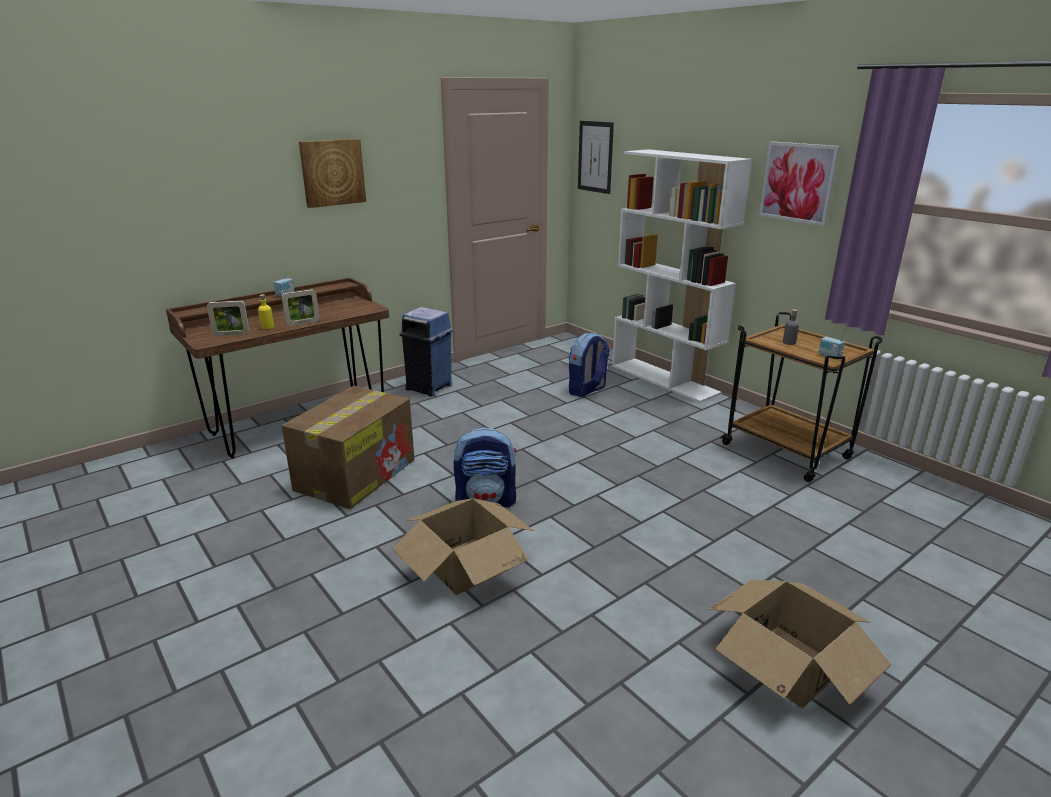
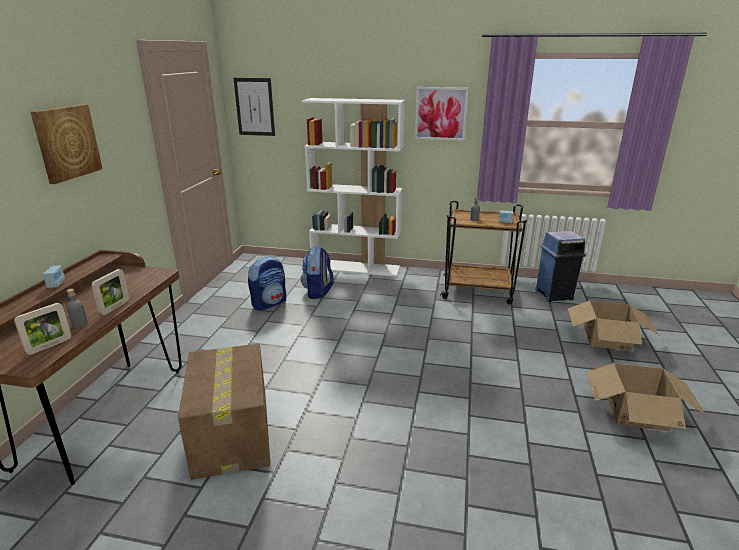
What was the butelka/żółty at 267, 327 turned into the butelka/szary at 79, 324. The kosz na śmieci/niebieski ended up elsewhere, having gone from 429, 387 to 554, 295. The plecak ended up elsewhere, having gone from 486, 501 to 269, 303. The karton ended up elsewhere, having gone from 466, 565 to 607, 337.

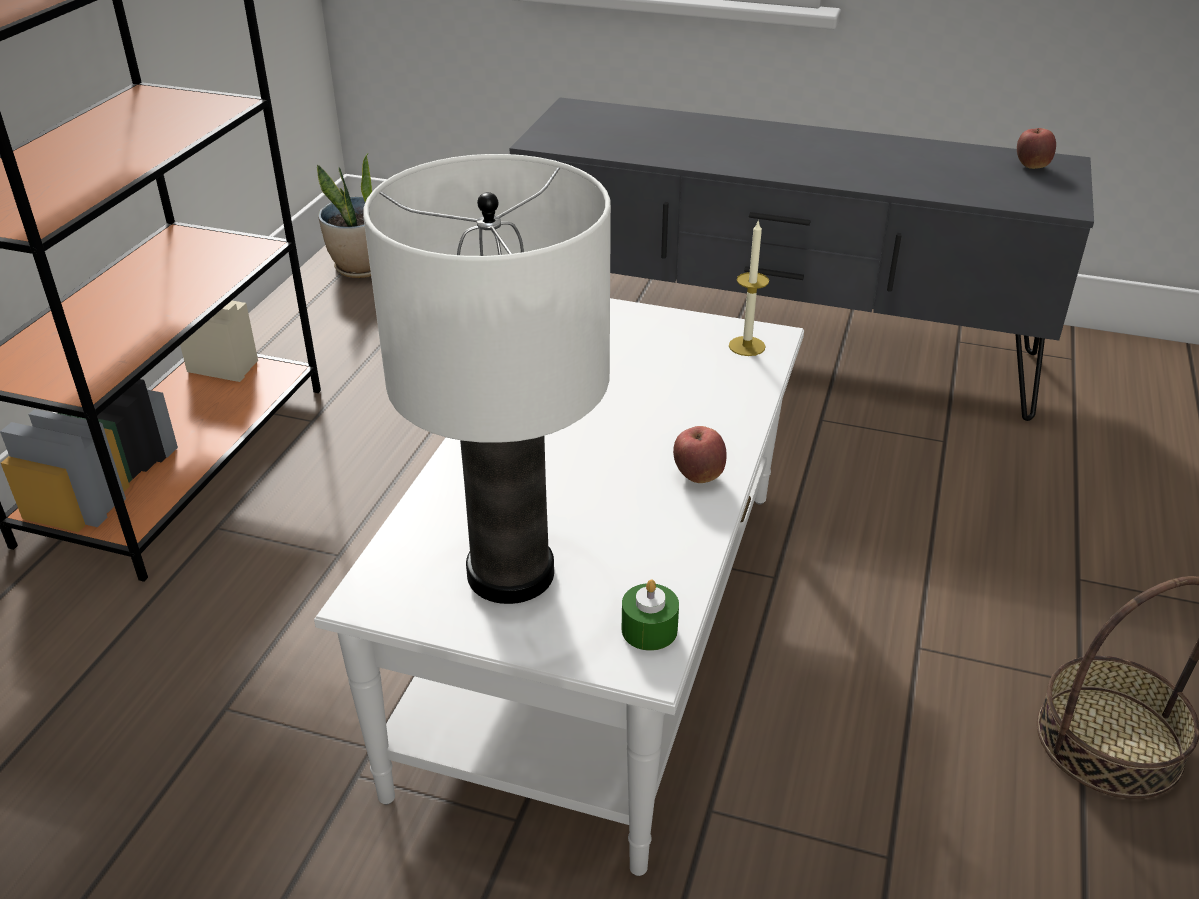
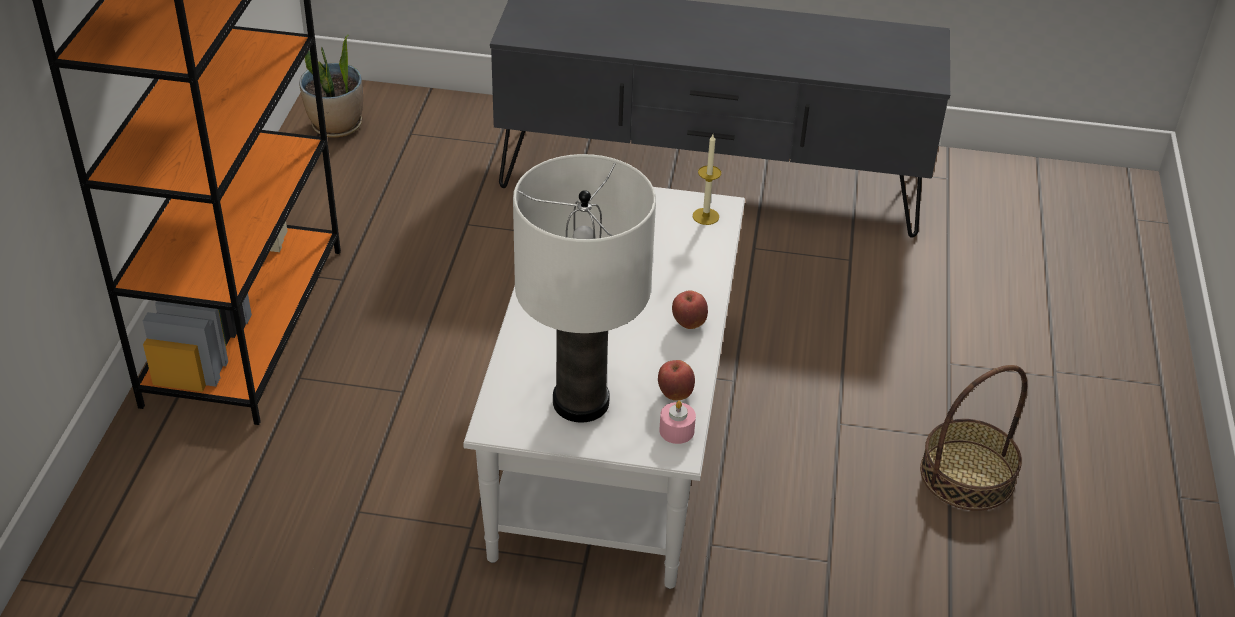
The jabłko ended up elsewhere, having gone from 1031, 166 to 675, 394. What was the świeca/zielony at 649, 629 turned into the świeca/różowy at 676, 431.

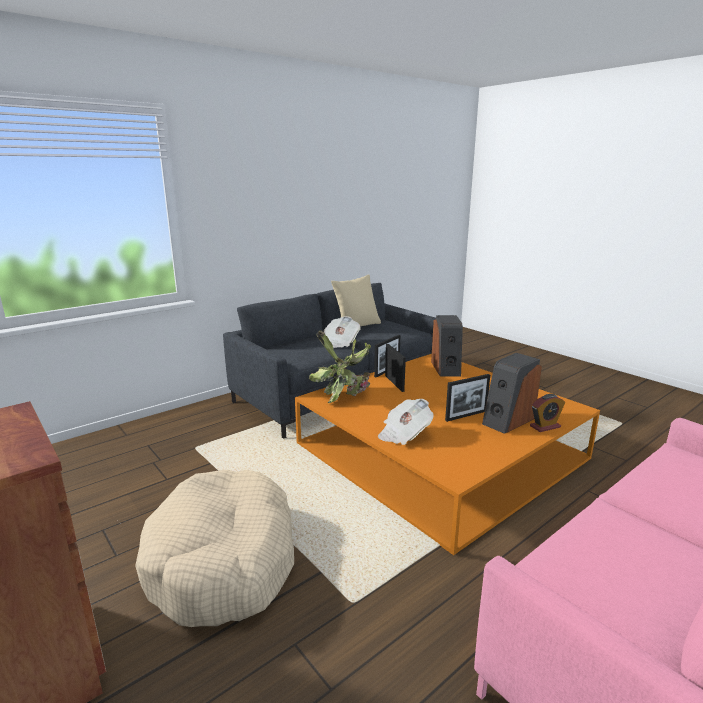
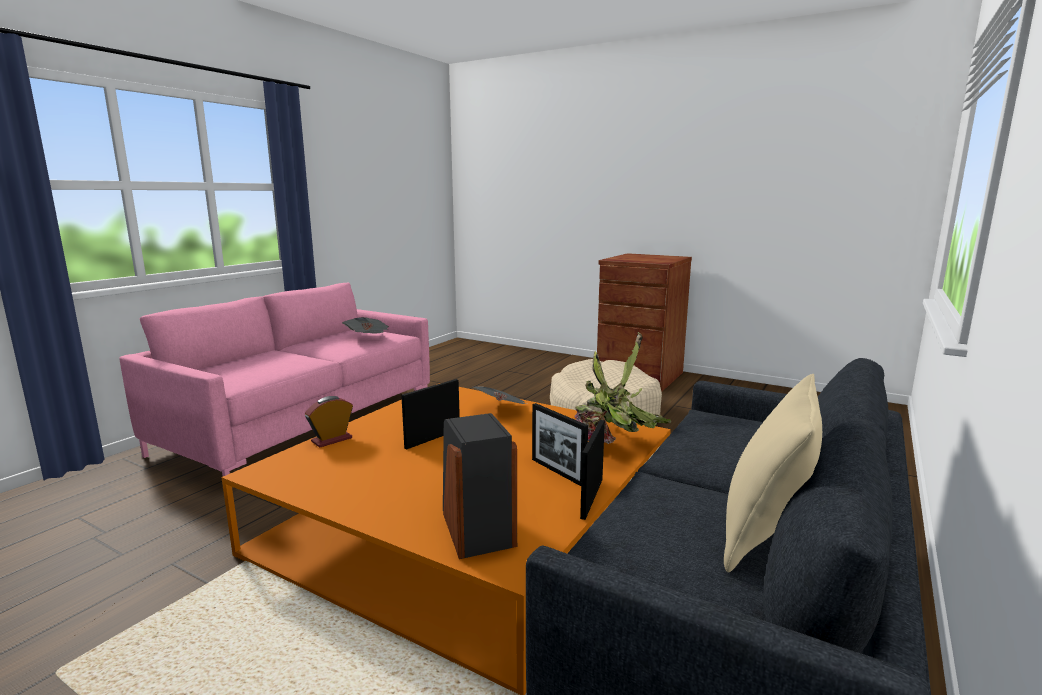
The gazeta ended up elsewhere, having gone from 340, 343 to 368, 338. The second view lost the głośnik at 507, 420.

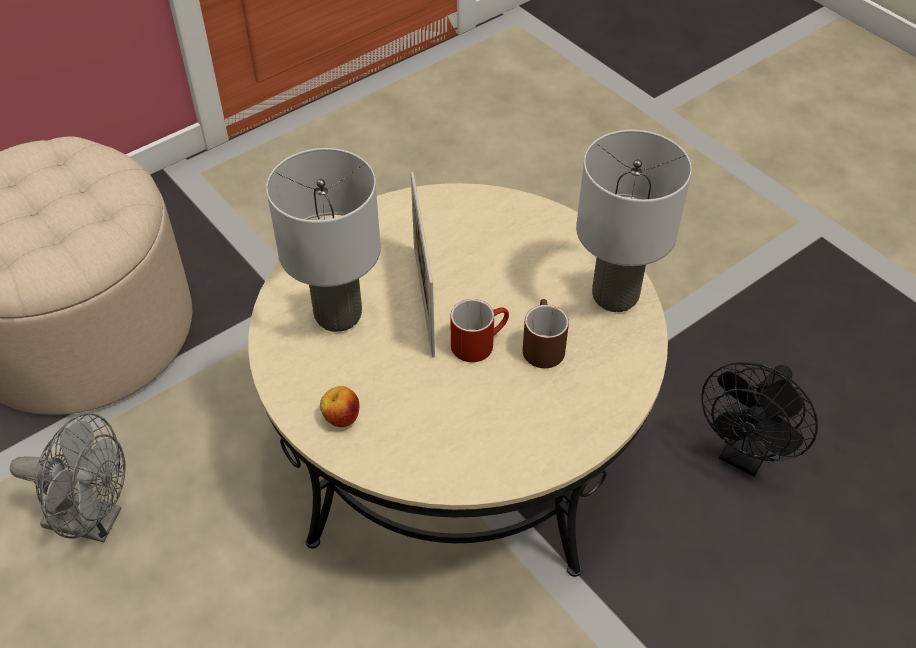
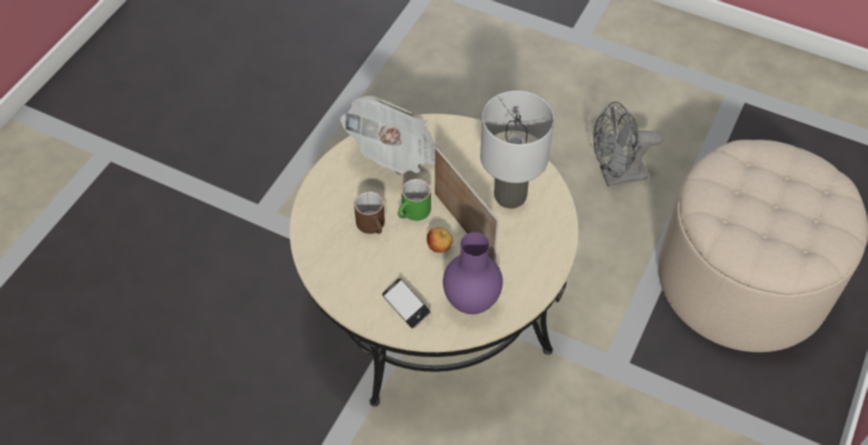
The second view lost the lampa stołowa/biały at 612, 298. What was the kubek/czerwony at 479, 342 turned into the kubek/zielony at 413, 213. The second view lost the wentylator/czarny at 745, 455. The jabłko ended up elsewhere, having gone from 341, 418 to 439, 247. The second view gained the gazeta at 396, 154. The second view gained the wazon/fioletowy at 470, 302. The second view gained the telefon at 406, 305.

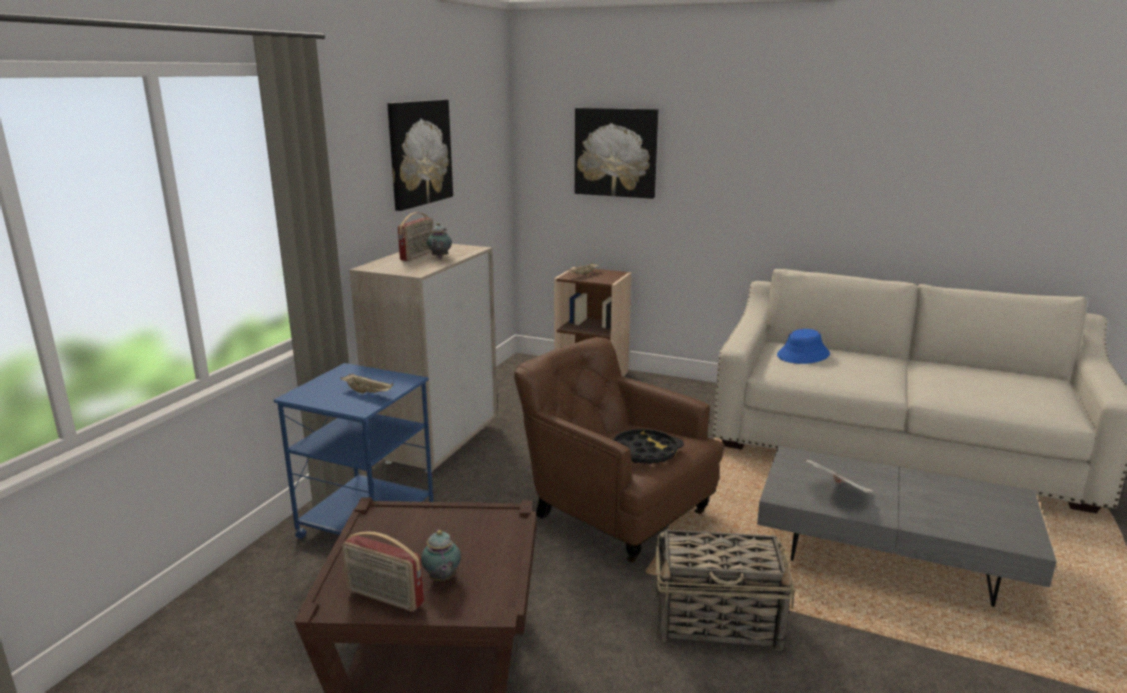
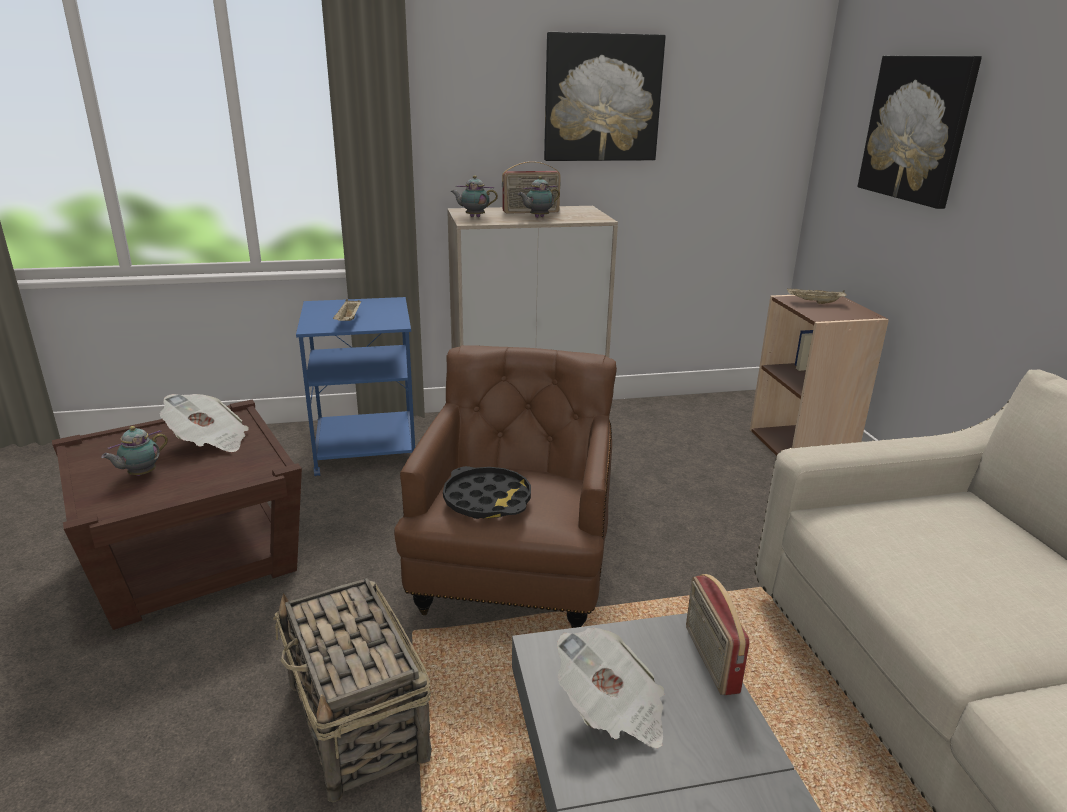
The second view lost the kapelusz/niebieski at 803, 355. The radio ended up elsewhere, having gone from 384, 597 to 710, 659. The second view gained the imbryk at 473, 217. The second view gained the gazeta at 209, 441.

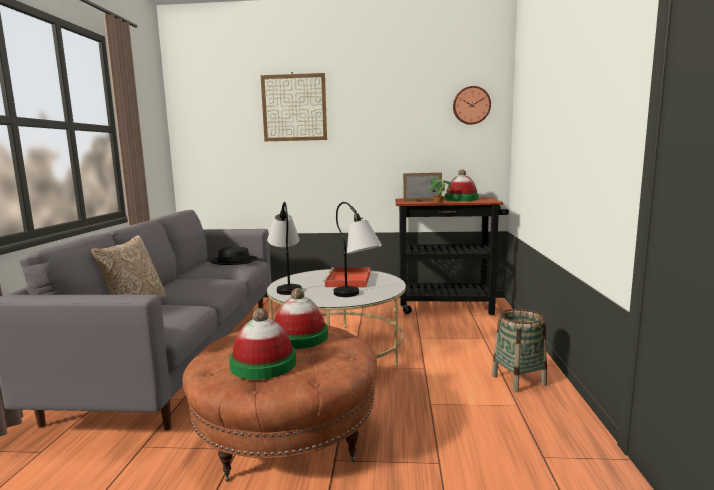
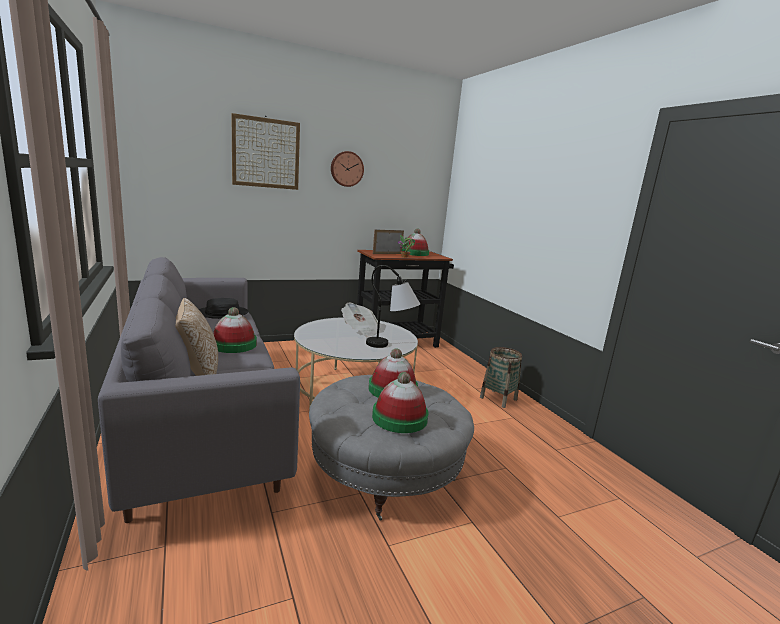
The zegar ścienny ended up elsewhere, having gone from 471, 105 to 346, 169. The second view lost the lampa stołowa at 287, 286. Where the taca/czerwony stood at 348, 280, the gazeta came to stand at 360, 330. What was the pufa/brązowy at 287, 434 turned into the pufa/szary at 386, 471. The second view gained the kapelusz at 233, 344.

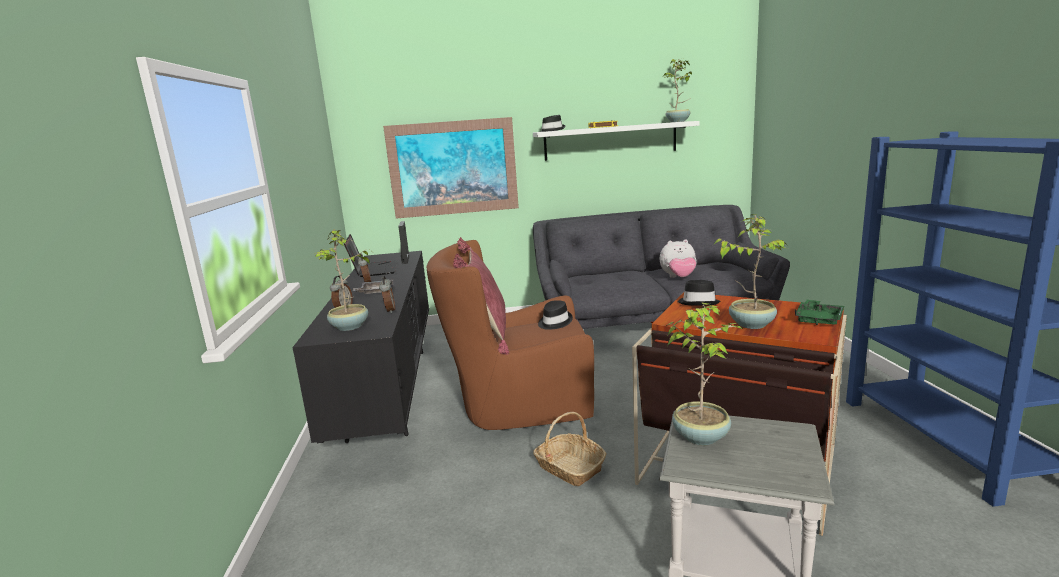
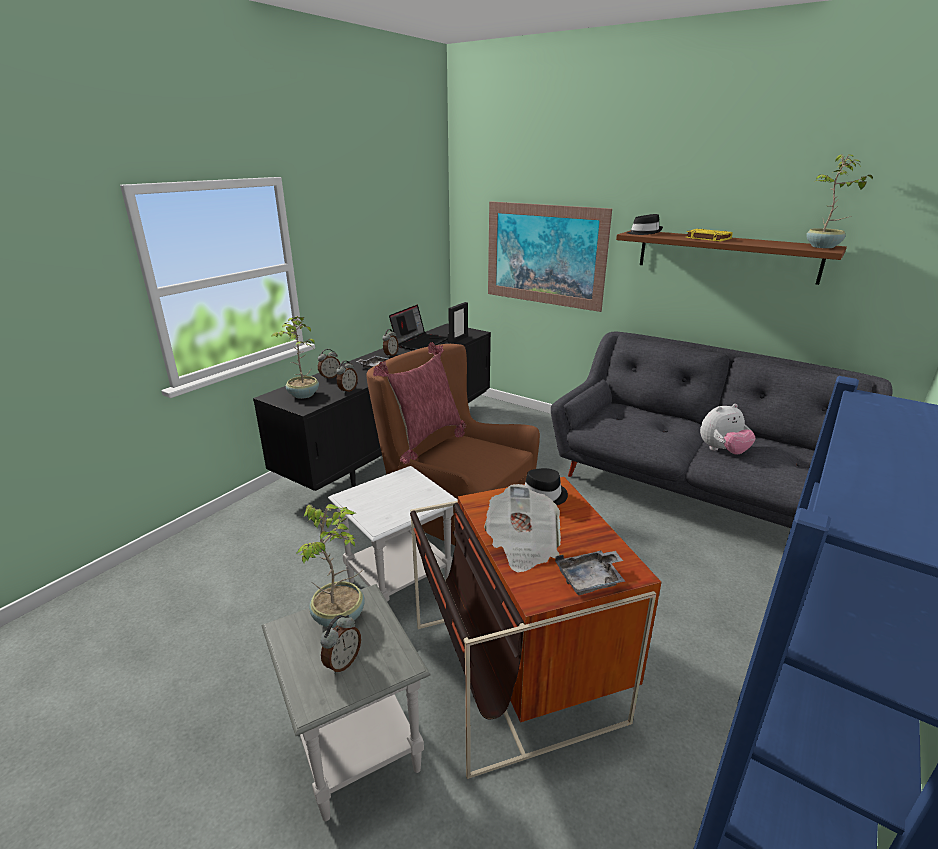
What was the półka/biały at 610, 141 turned into the półka/brązowy at 726, 255. Where the roślina doniczkowa stood at 751, 324, the gazeta came to stand at 522, 545. The pluszak at 678, 278 ended up facing another way, 60 degrees counterclockwise from before. The second view lost the kapelusz/czarny at 554, 322. What was the taca/zielony at 818, 319 turned into the taca/szary at 590, 579. Where the koszyk stood at 569, 468, the stolik/biały came to stand at 400, 582. The second view gained the budzik at 342, 662.

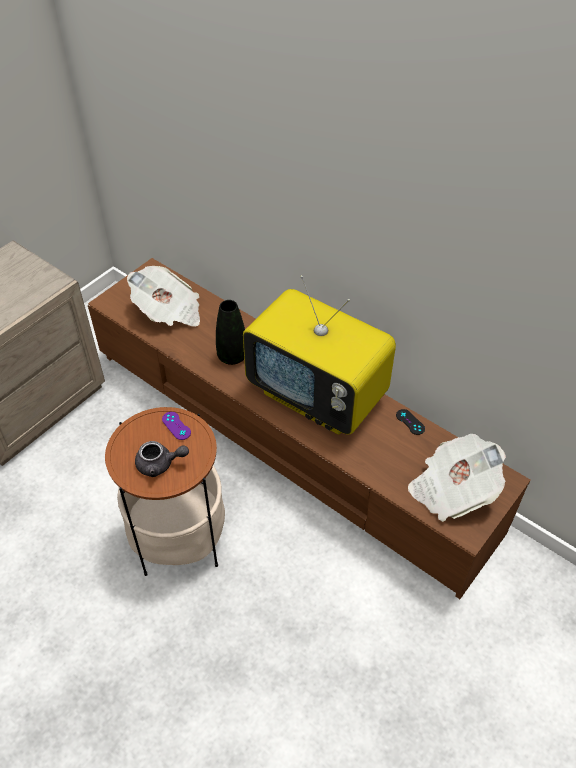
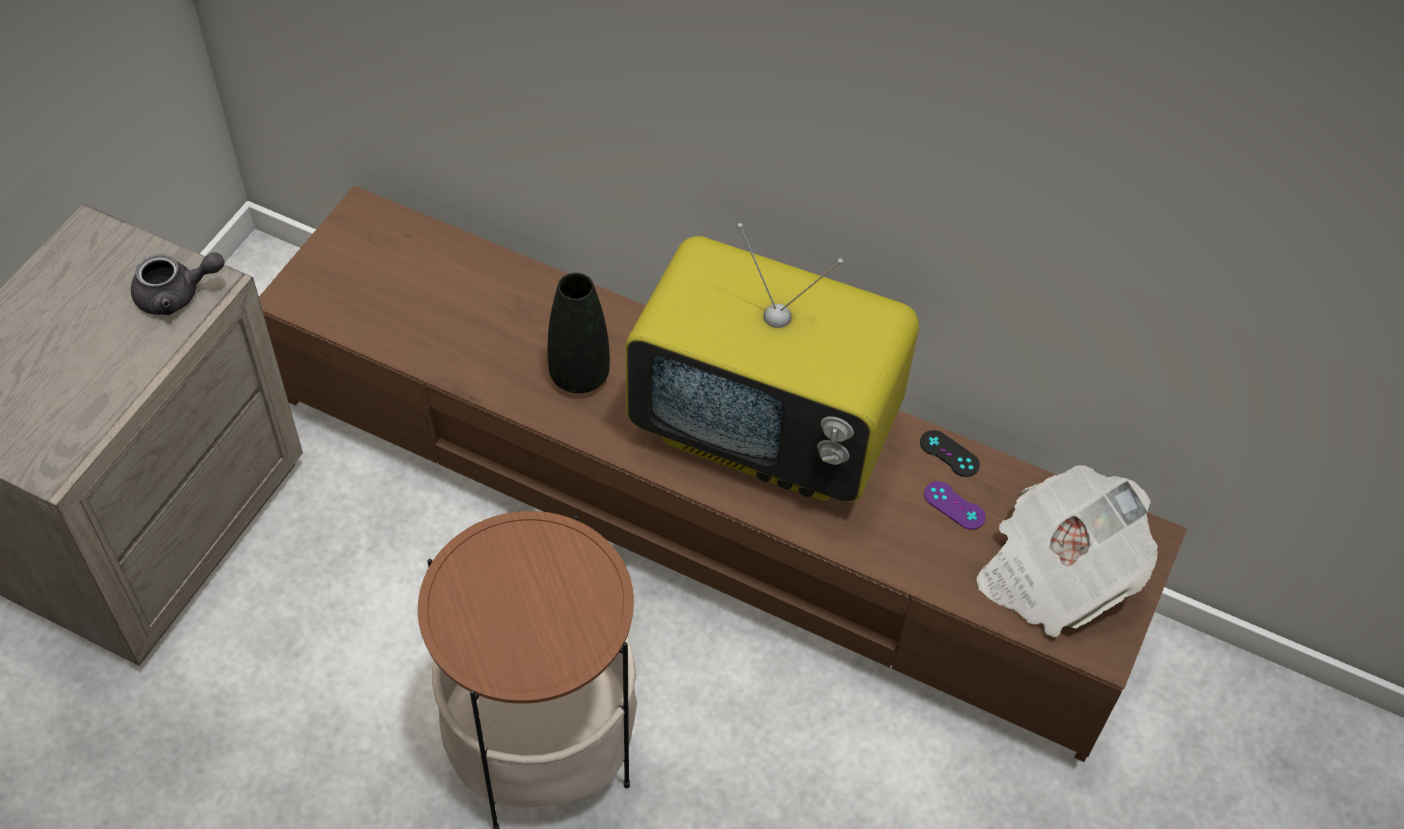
The second view lost the gazeta at 169, 312. The pad do gier/fioletowy ended up elsewhere, having gone from 176, 426 to 954, 505. The imbryk/szary ended up elsewhere, having gone from 160, 464 to 177, 295.

